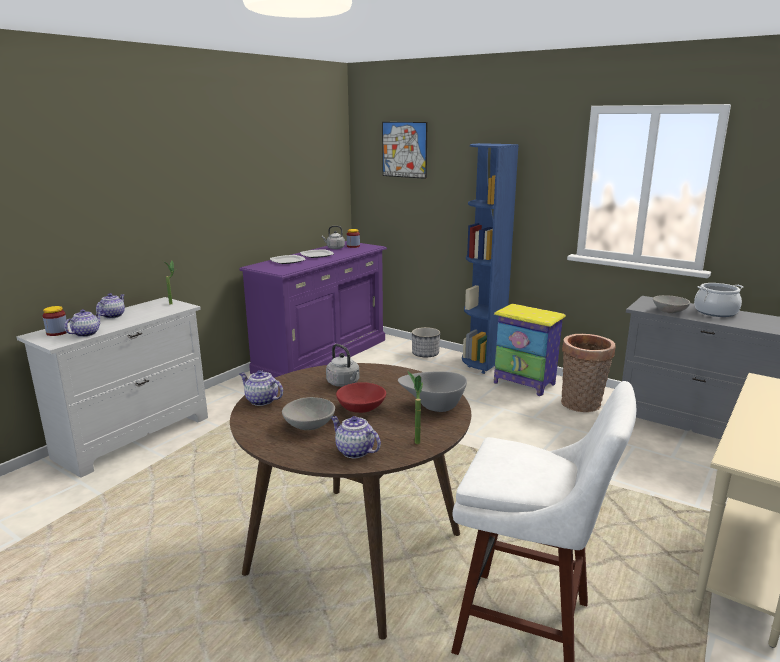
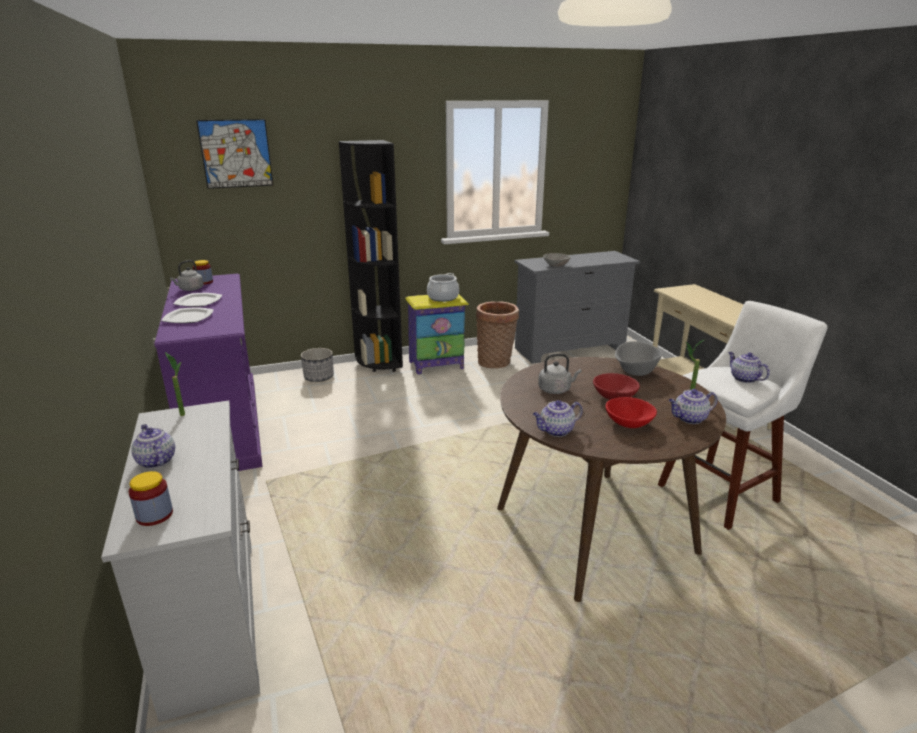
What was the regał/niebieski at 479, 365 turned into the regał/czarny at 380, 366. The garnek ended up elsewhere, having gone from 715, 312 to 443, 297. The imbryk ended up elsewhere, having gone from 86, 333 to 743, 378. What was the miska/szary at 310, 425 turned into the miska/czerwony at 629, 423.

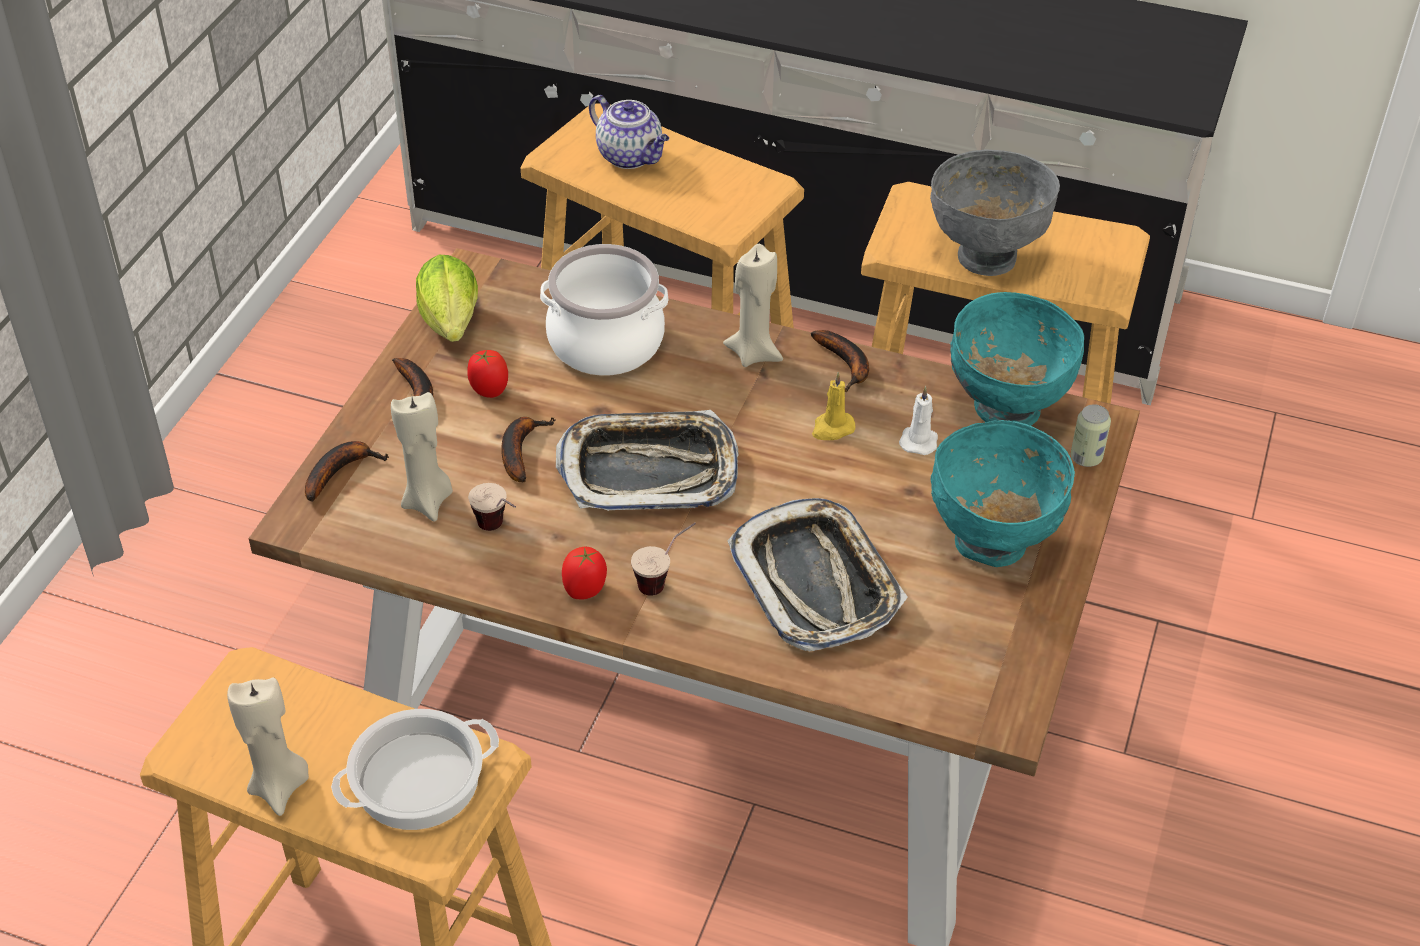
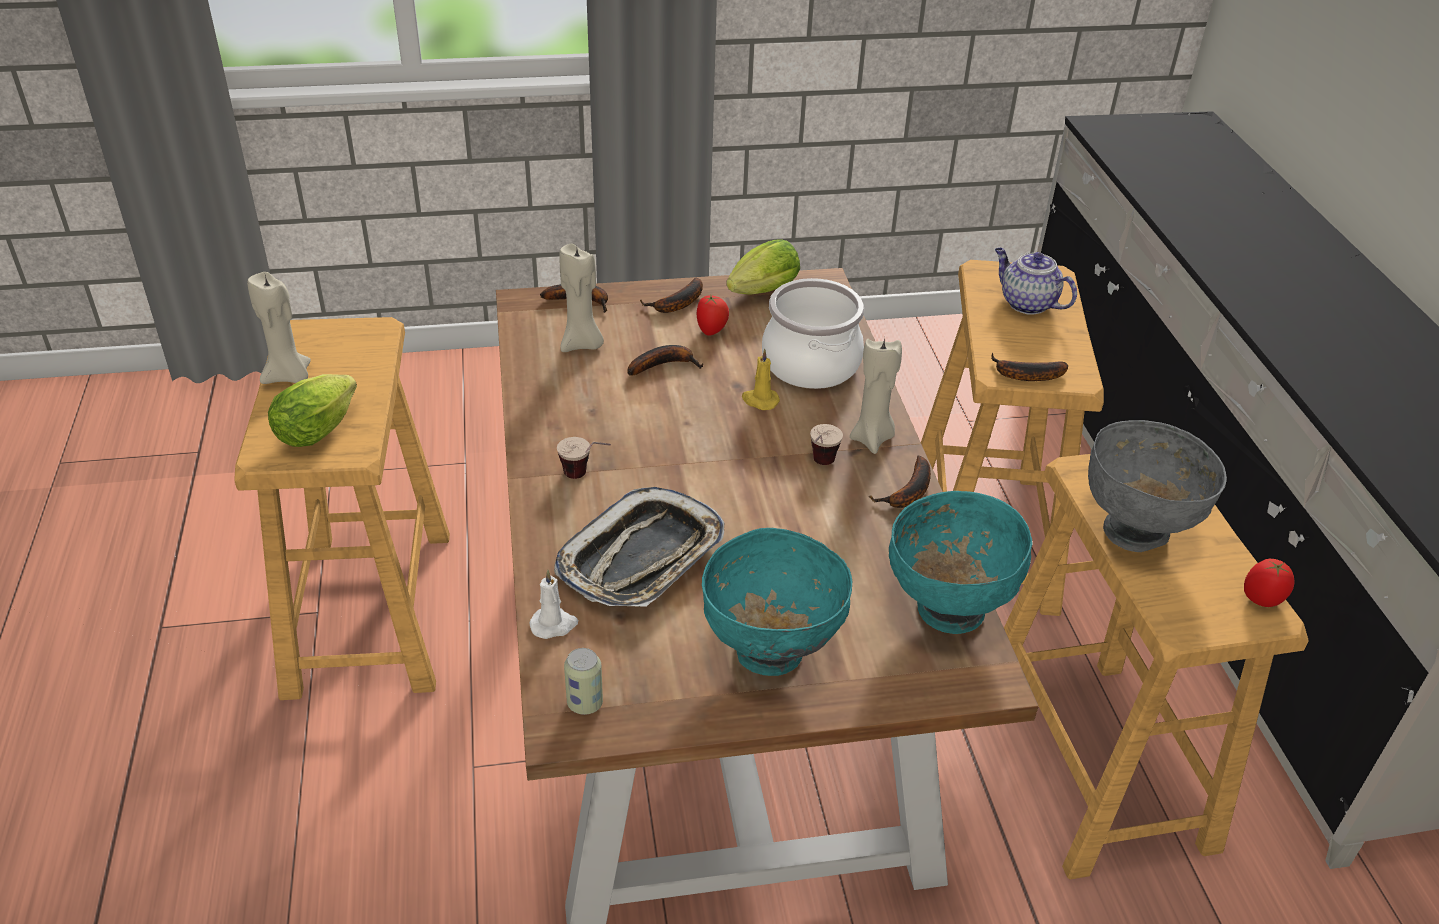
The imbryk at 631, 156 ended up facing another way, 120 degrees clockwise from before. The świeca/żółty ended up elsewhere, having gone from 832, 428 to 759, 400. The świeca/biały ended up elsewhere, having gone from 919, 440 to 554, 625. The puszka ended up elsewhere, having gone from 1086, 458 to 585, 703. The second view lost the taca at 649, 470. The filiżanka ended up elsewhere, having gone from 499, 531 to 819, 466. The pomidor ended up elsewhere, having gone from 585, 590 to 1262, 599. Where the garnek stood at 417, 781, the sałata came to stand at 321, 428. The second view gained the banan at 1024, 375.

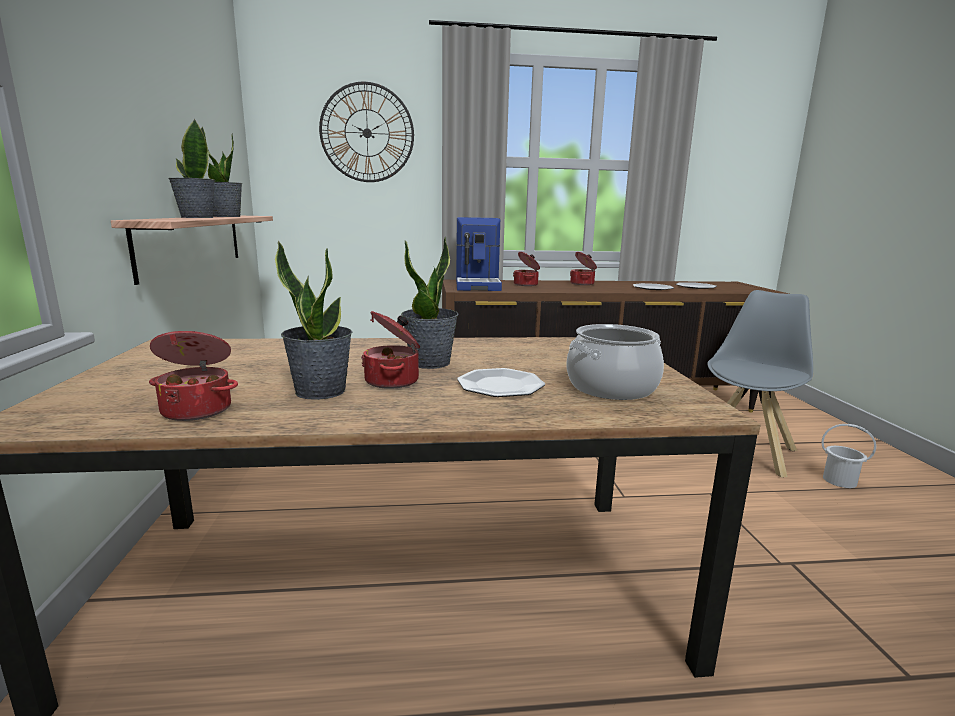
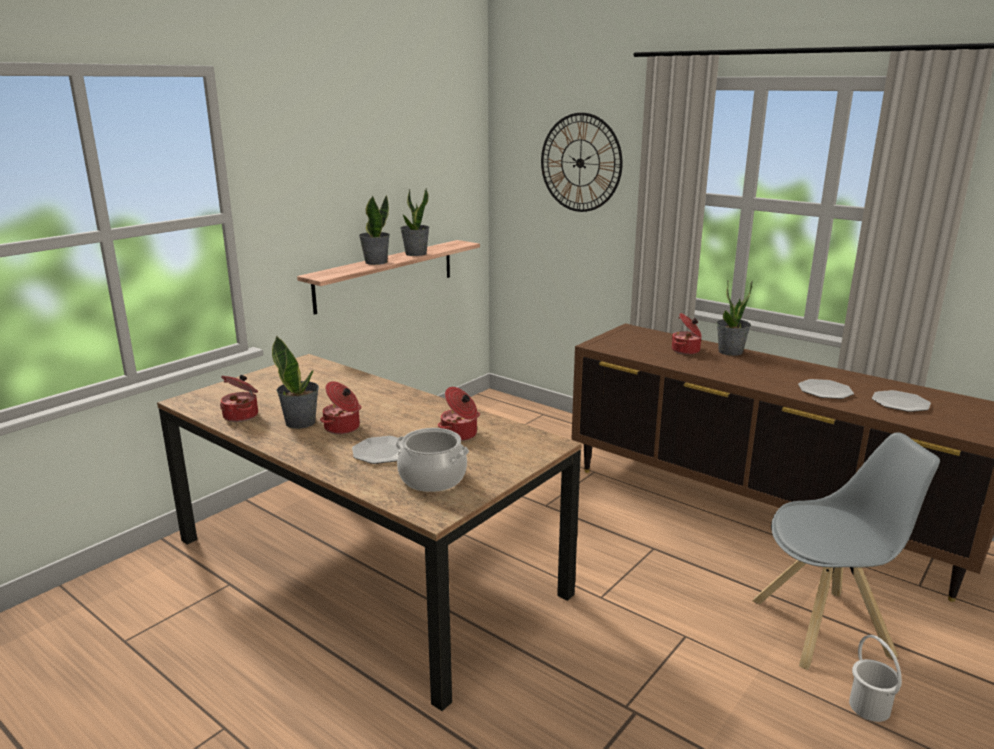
The second view lost the ekspres do kawy at 478, 285. The roślina doniczkowa ended up elsewhere, having gone from 430, 363 to 730, 352. The garnek ended up elsewhere, having gone from 583, 284 to 460, 434.

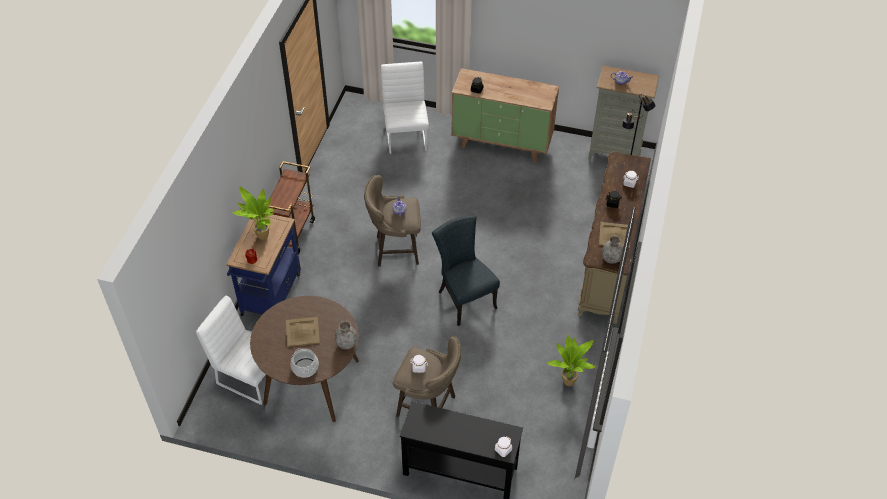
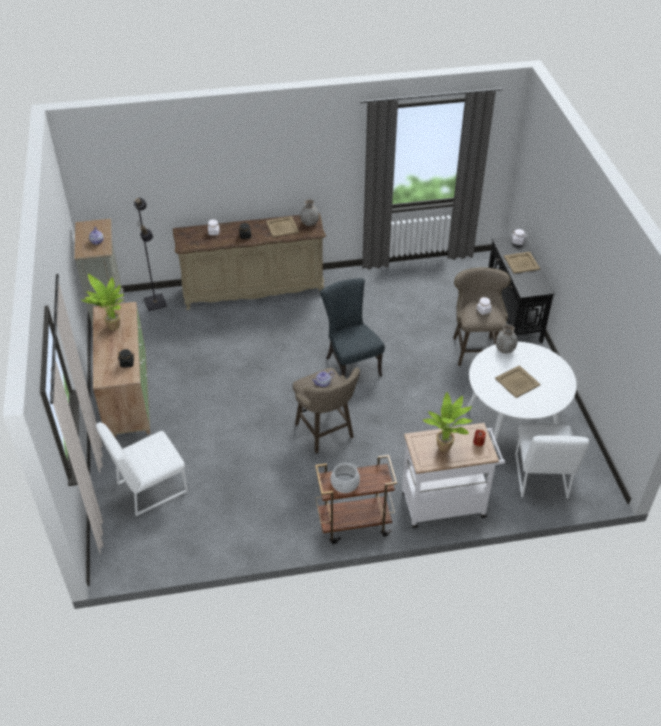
What was the wózek/niebieski at 270, 296 turned into the wózek/biały at 446, 505. The krzesło/szary at 464, 298 ended up facing another way, 120 degrees clockwise from before. What was the stół jadalny/brązowy at 311, 382 turned into the stół jadalny/biały at 511, 430. The roślina doniczkowa ended up elsewhere, having gone from 568, 380 to 112, 328. The garnek ended up elsewhere, having gone from 305, 368 to 345, 483. The second view gained the taca/beżowy at 521, 263.

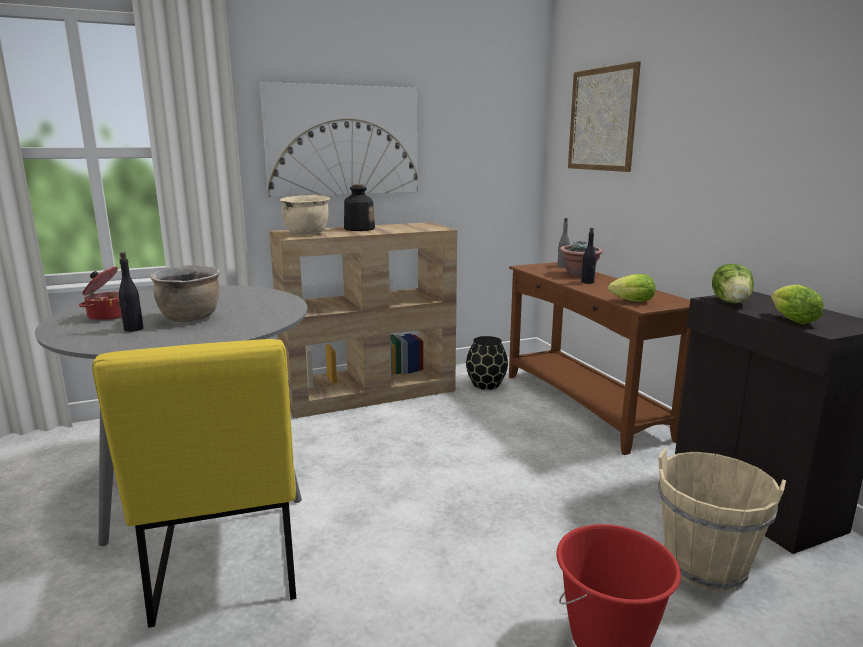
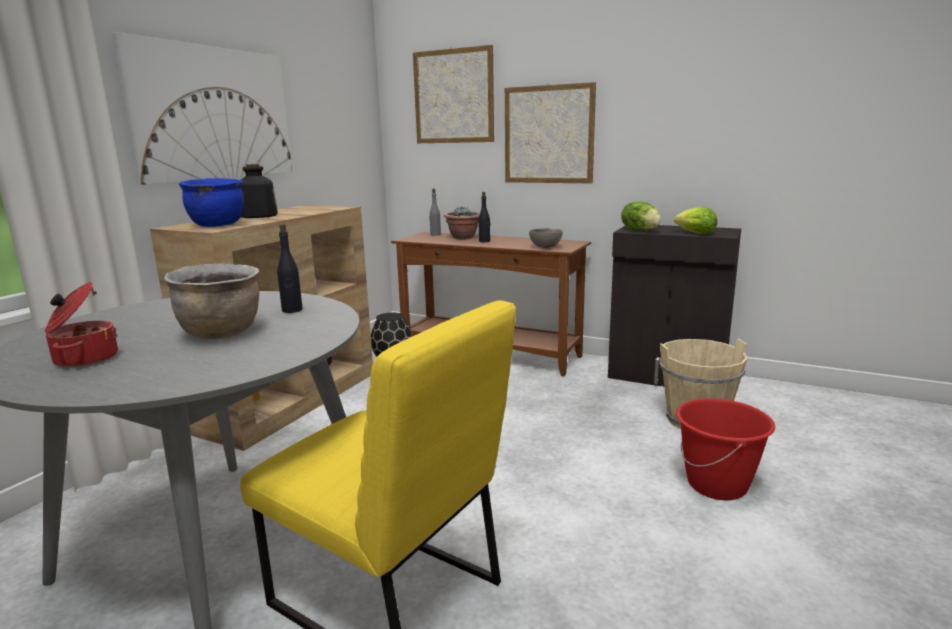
What was the garnek/beżowy at 307, 234 turned into the garnek/niebieski at 218, 225. The butelka/czarny ended up elsewhere, having gone from 133, 329 to 292, 310. Where the sałata stood at 629, 301, the miska/szary came to stand at 546, 247. The second view gained the obraz at 548, 133.

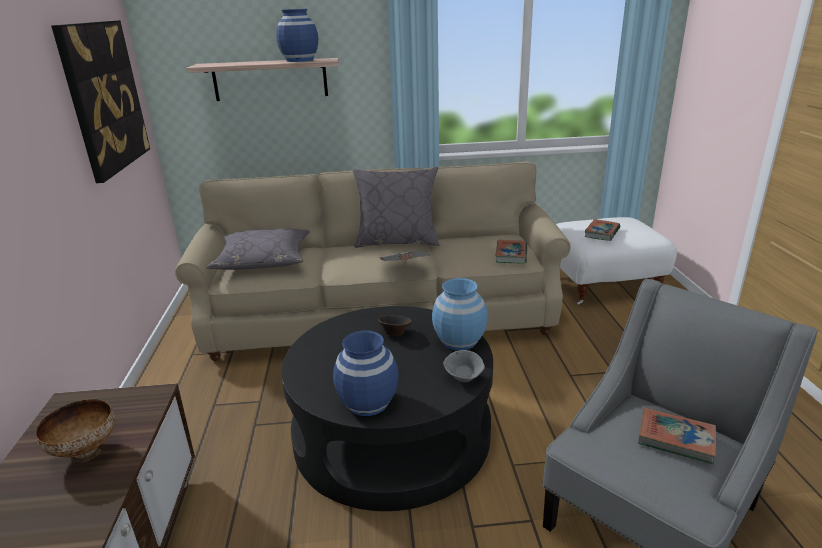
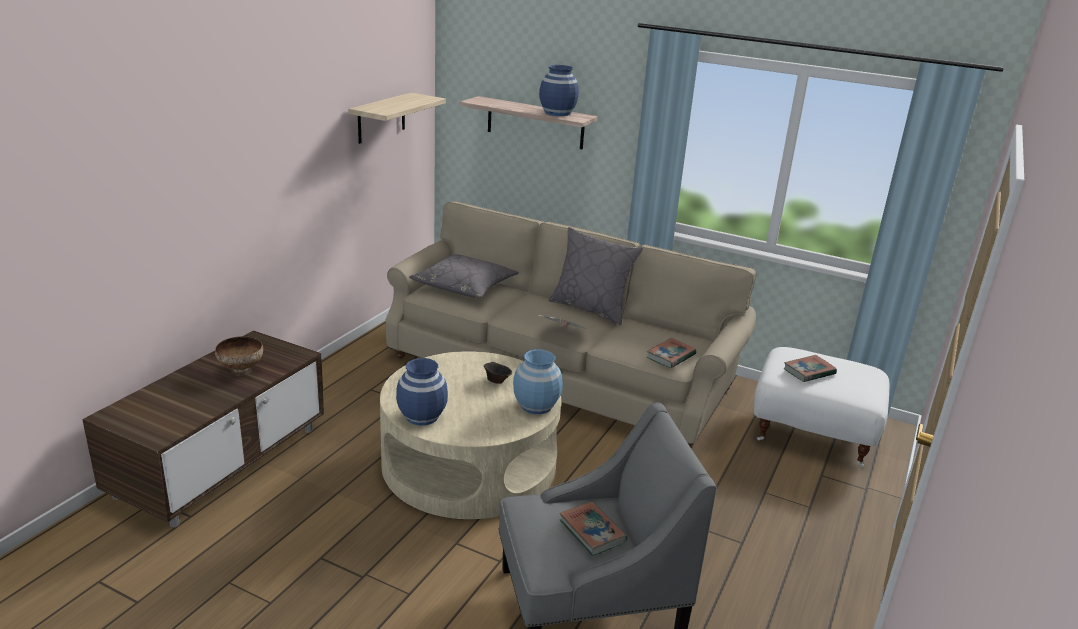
Where the obraz hung at 104, 97, the półka came to hang at 381, 118. What was the ława/czarny at 392, 432 turned into the ława/beżowy at 469, 462. The second view lost the miska/szary at 464, 378.

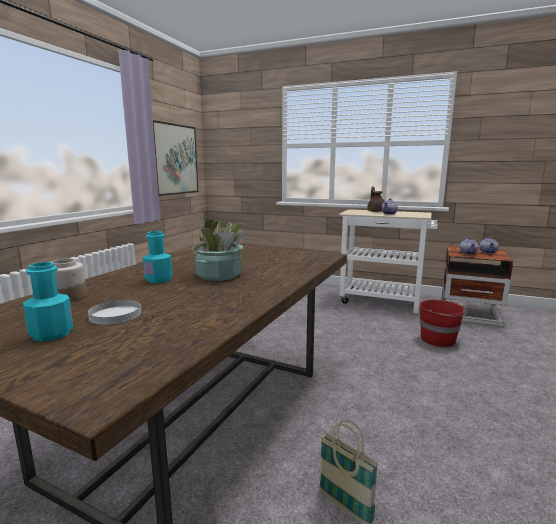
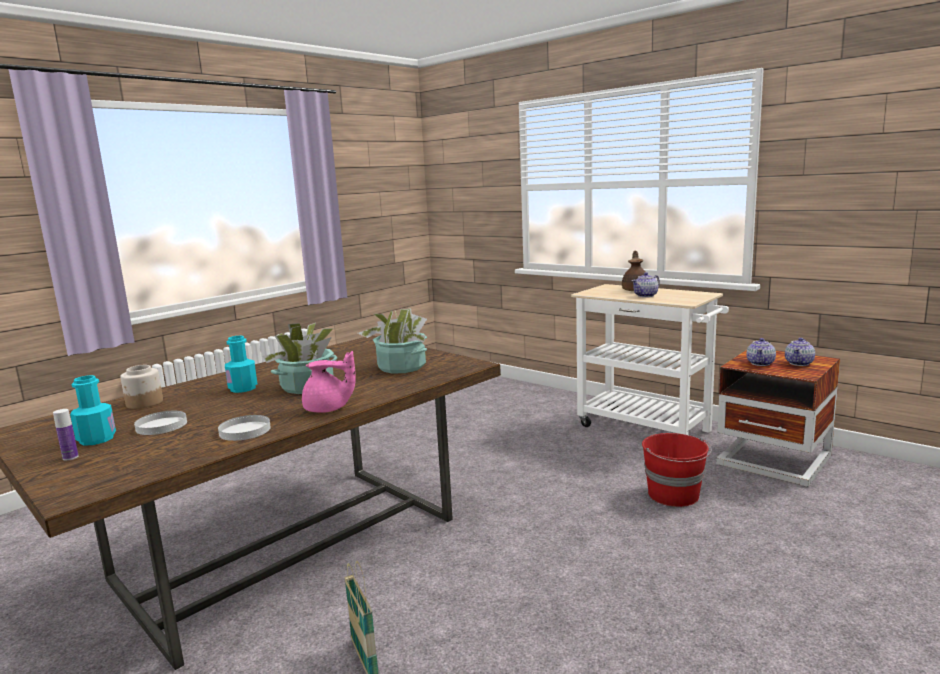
The second view lost the obraz at 174, 159. The second view gained the roślina doniczkowa at 402, 367. The second view gained the imbryk/różowy at 328, 409. The second view gained the butelka at 70, 457. The second view gained the talerz/biały at 245, 430.

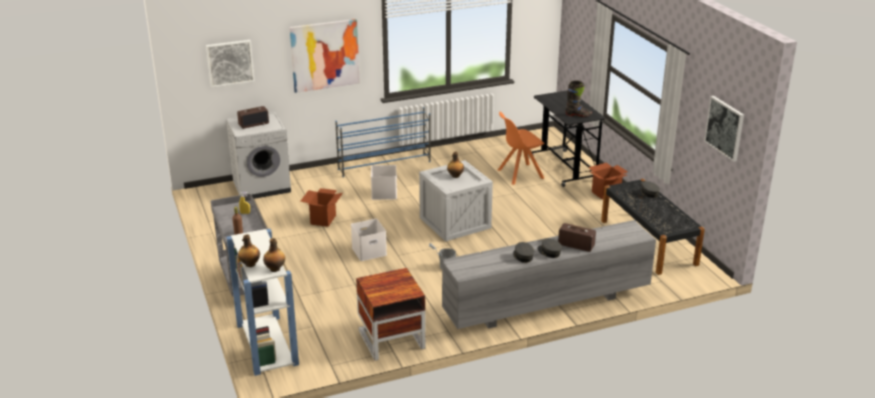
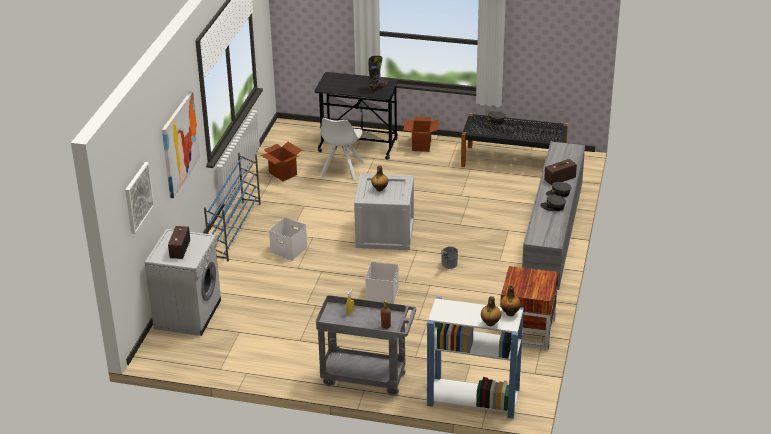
The second view lost the obraz at 724, 128. What was the krzesło/pomarańczowy at 519, 174 turned into the krzesło/biały at 341, 170. The karton ended up elsewhere, having gone from 323, 219 to 282, 173.

